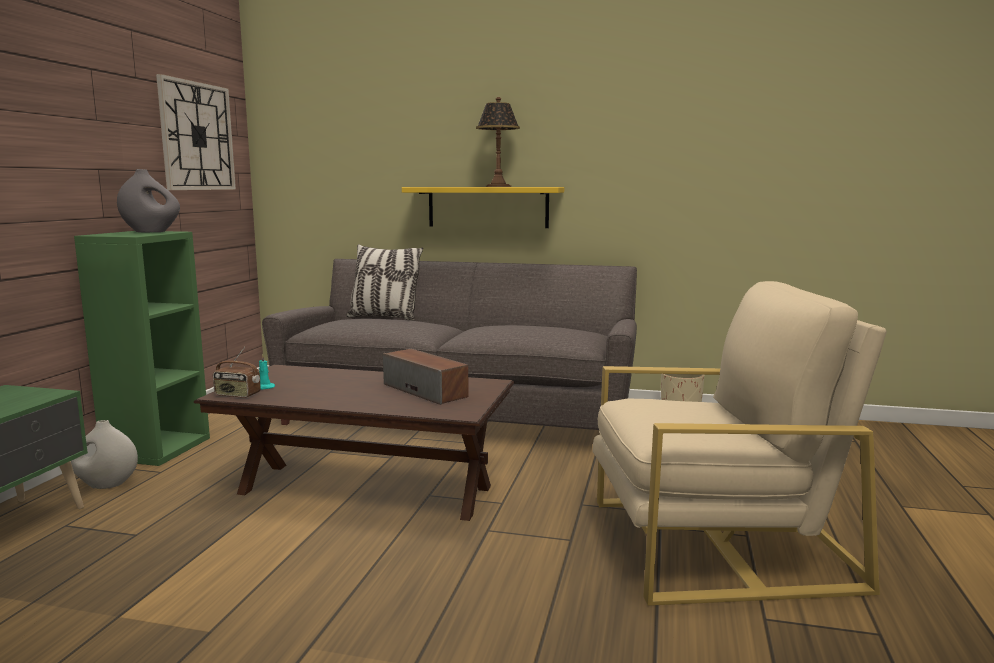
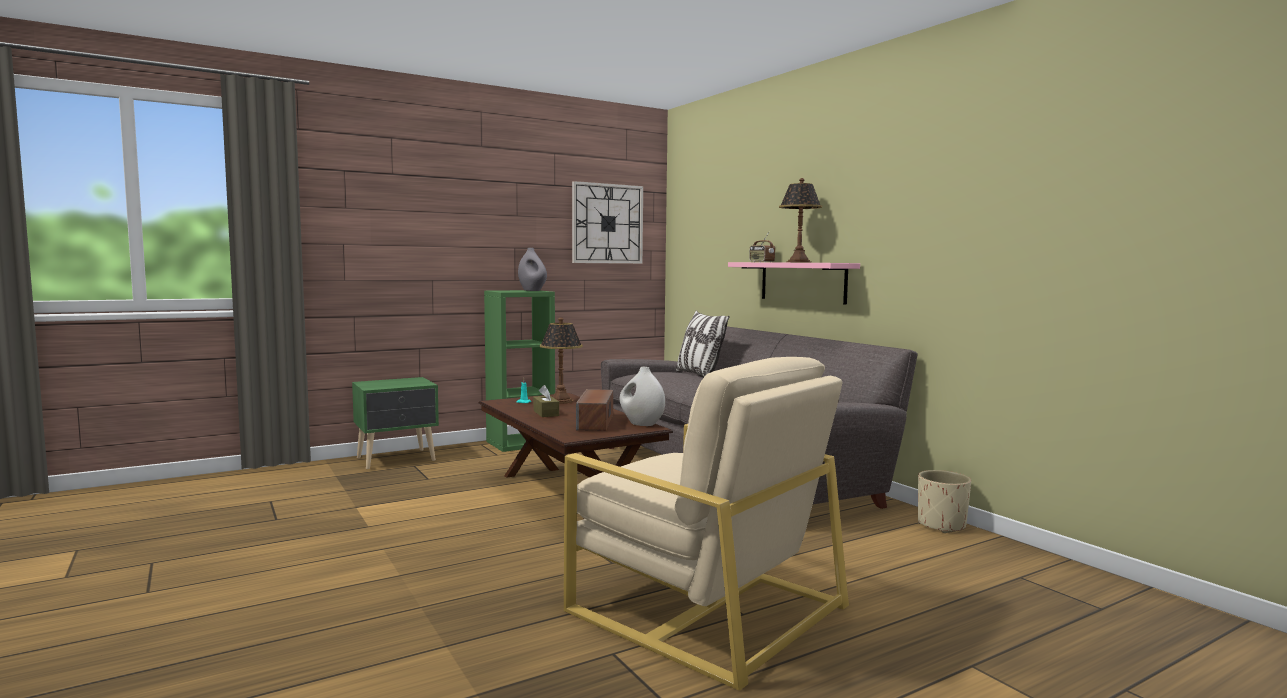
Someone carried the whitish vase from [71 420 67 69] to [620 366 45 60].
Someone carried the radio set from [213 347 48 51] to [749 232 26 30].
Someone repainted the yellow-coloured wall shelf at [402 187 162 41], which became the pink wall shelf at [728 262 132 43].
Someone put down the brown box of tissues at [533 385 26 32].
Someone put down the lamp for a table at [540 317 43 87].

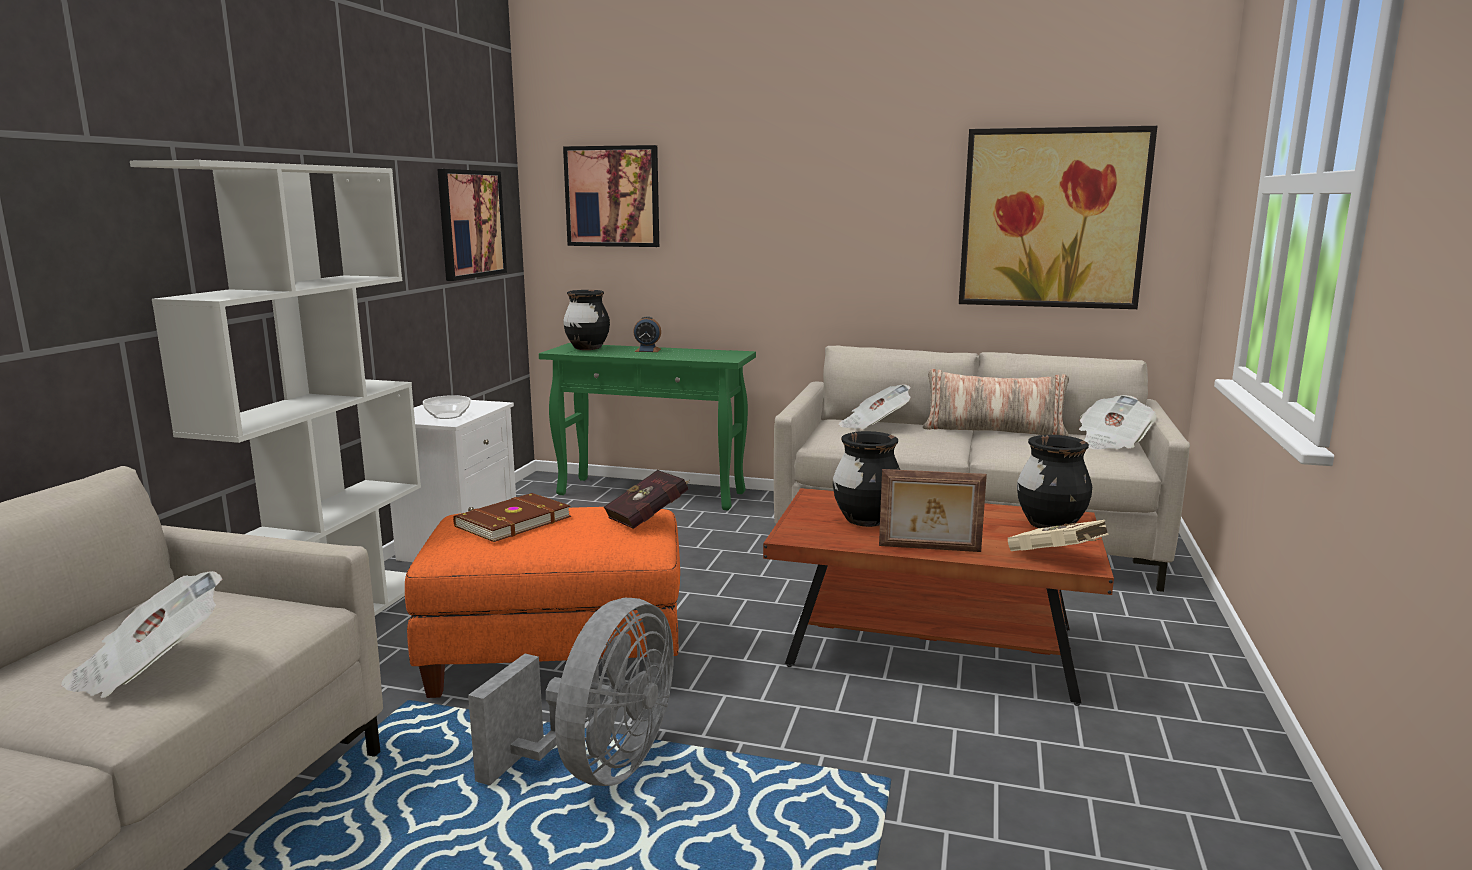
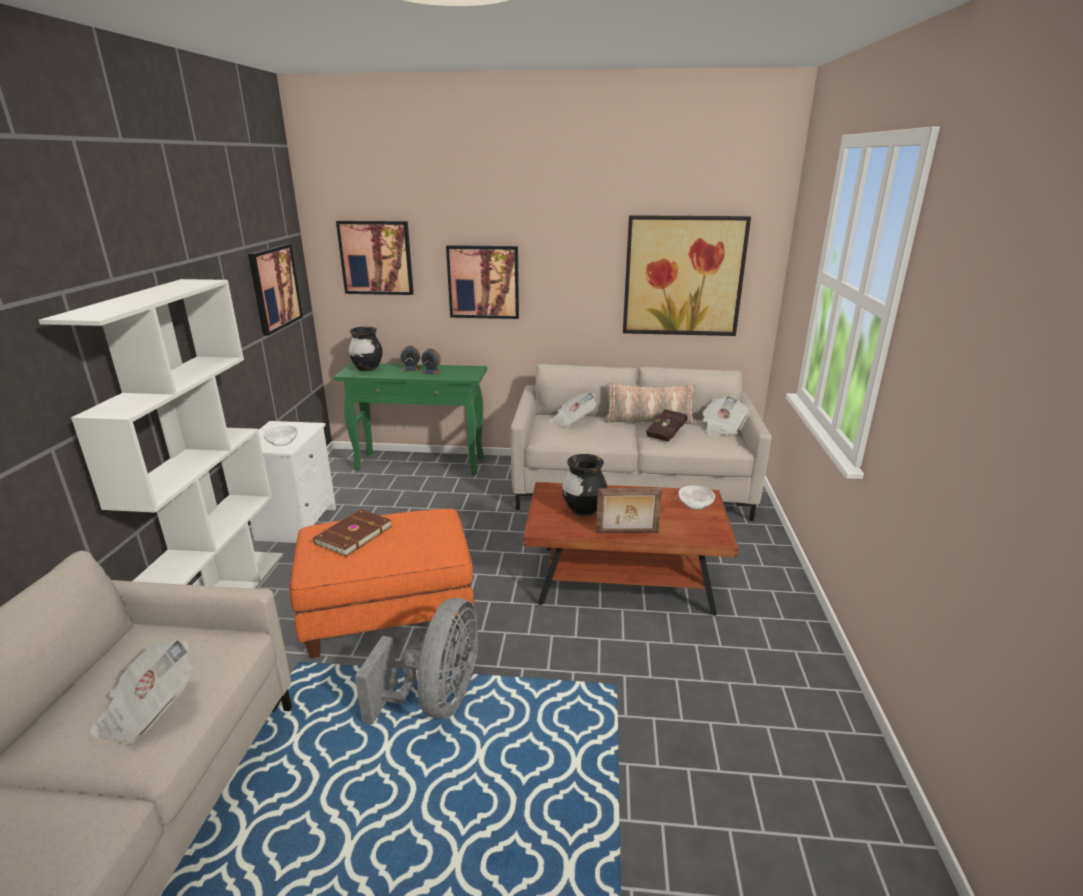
Someone carried the red volume from [604 470 86 59] to [646 409 42 33].
Someone took away the sand-coloured volume at [1008 520 100 31].
Someone swapped the blackish vase at [1017 435 75 93] for the bowl at [679 485 36 25].
Someone put down the alarm clock at [421 348 21 27].
Someone put up the wall art at [446 245 73 74].

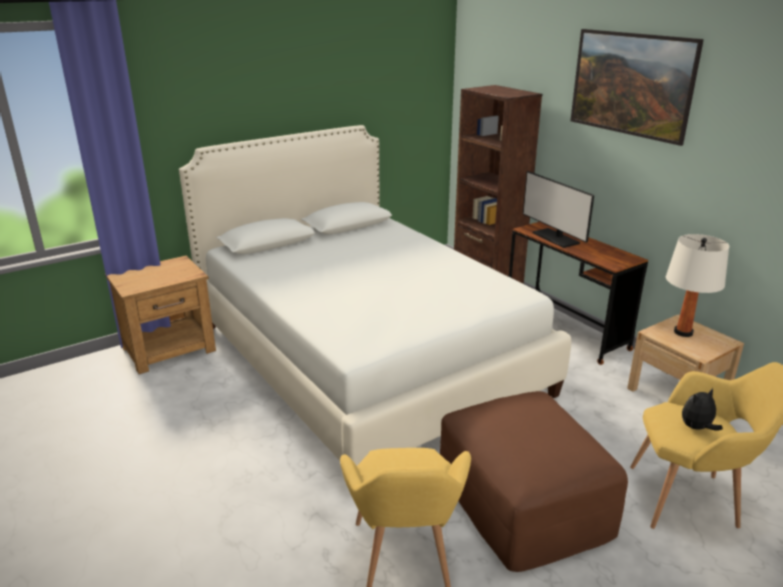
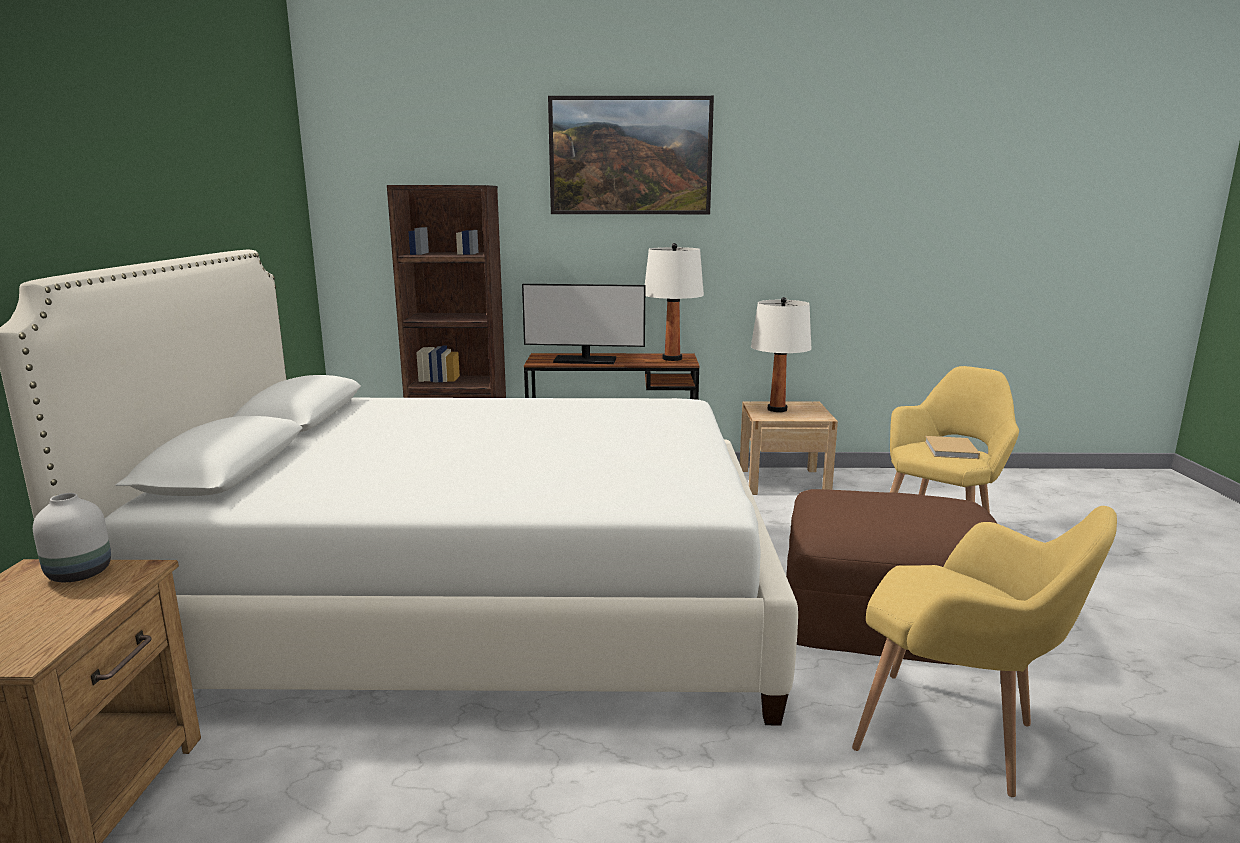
Someone swapped the cuddly toy at [682 388 41 43] for the sand-coloured volume at [925 436 55 23].
Someone put down the whitish vase at [33 493 78 89].
Someone put down the whitish lamp for a table at [645 243 59 118].

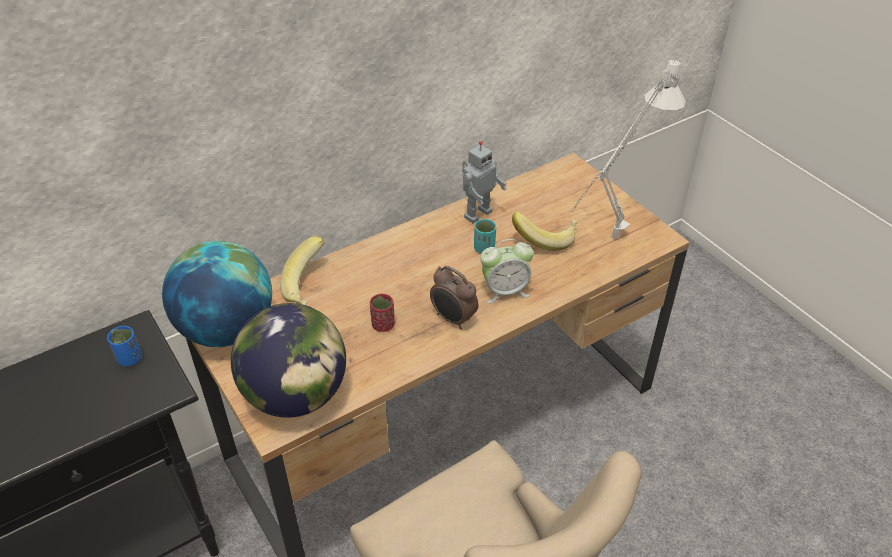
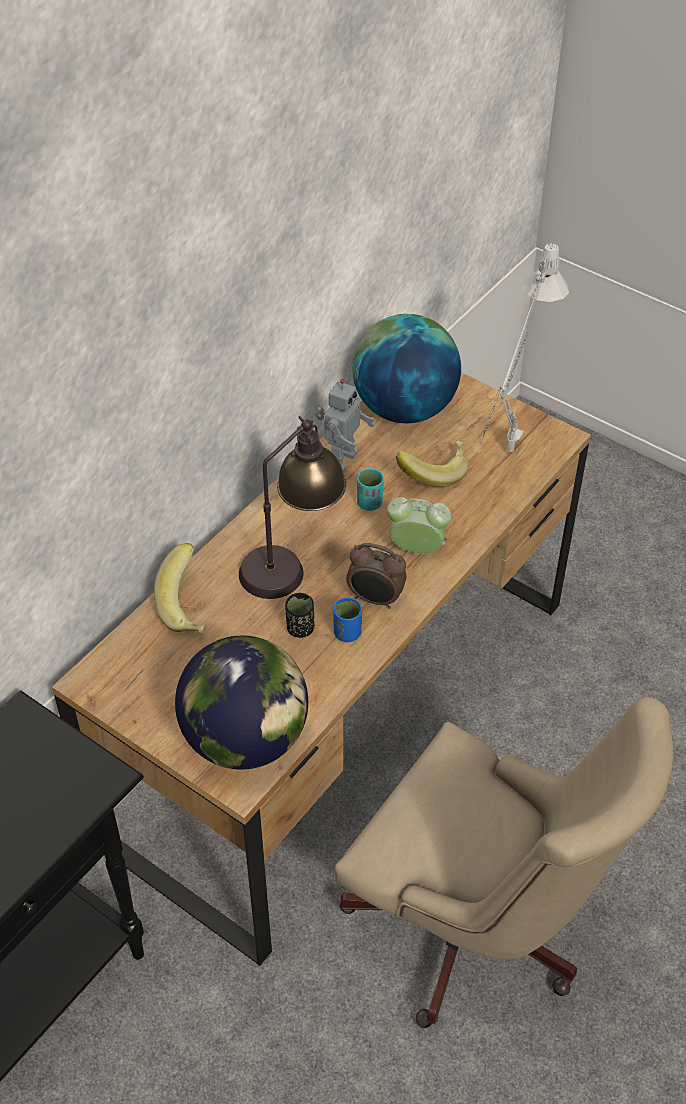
Someone carried the bluish drinking cup from [107 326 35 40] to [333 598 29 44].
Someone carried the globe from [162 241 110 106] to [352 314 109 109].
Someone repainted the red drinking cup at [369 294 26 38], which became the blackish drinking cup at [285 593 29 45].
Someone rotated the alarm clock at [480 239 54 64] by 135 degrees counterclockwise.
Someone put down the lamp for a table at [239 416 107 183].

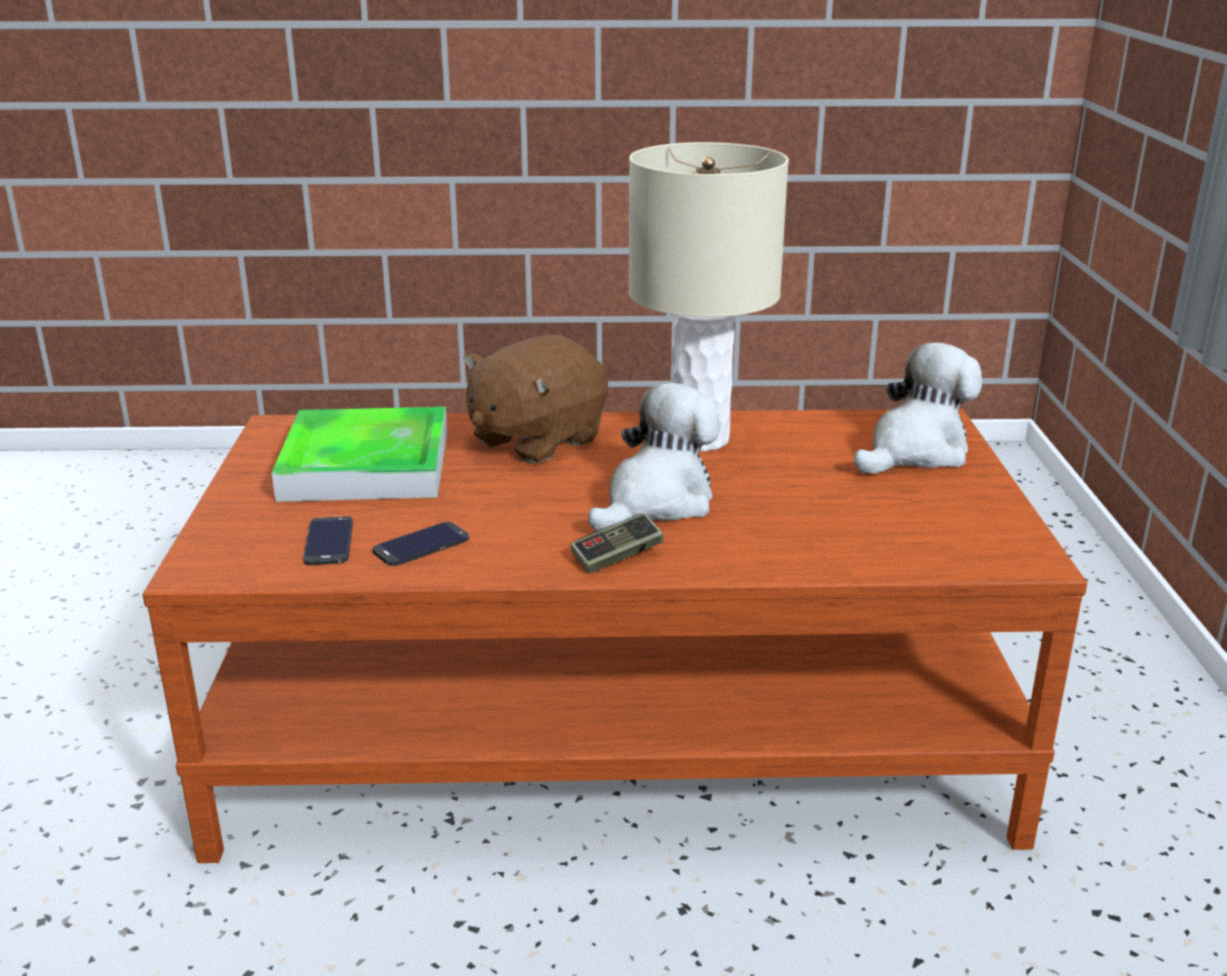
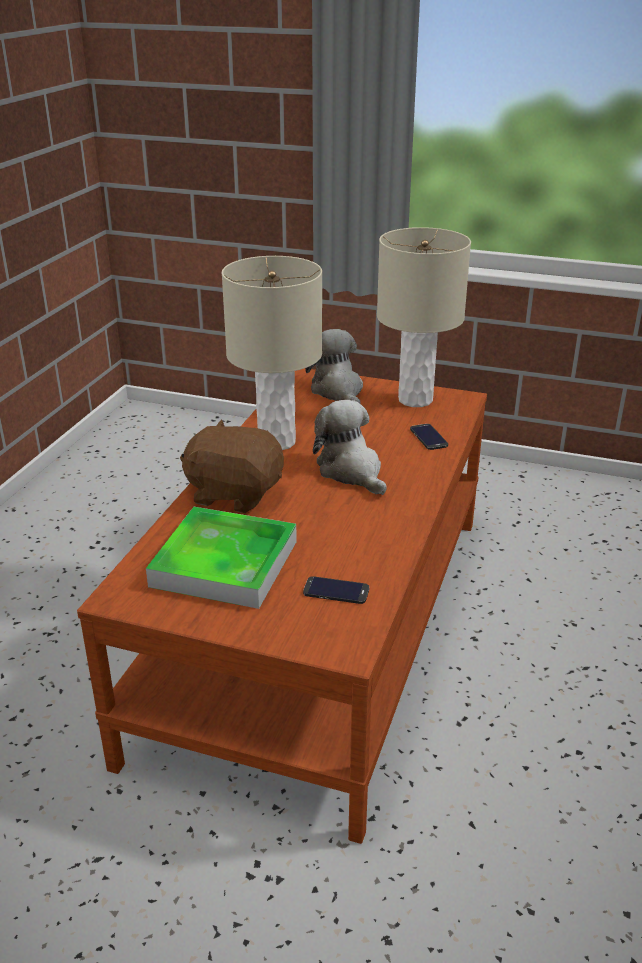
Someone carried the handset from [373 522 96 44] to [410 424 38 26].
Someone rotated the brown cuddly toy at [463 334 145 130] by 135 degrees clockwise.
Someone took away the joypad at [571 513 93 61].
Someone put down the sand-coloured lamp for a table at [377 227 94 180].

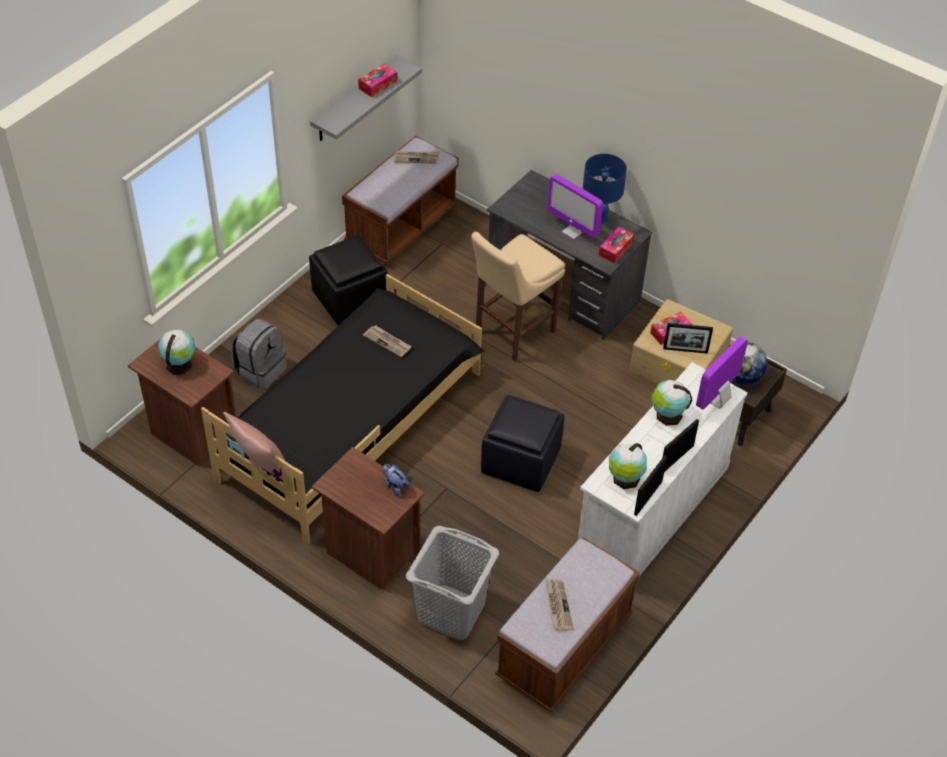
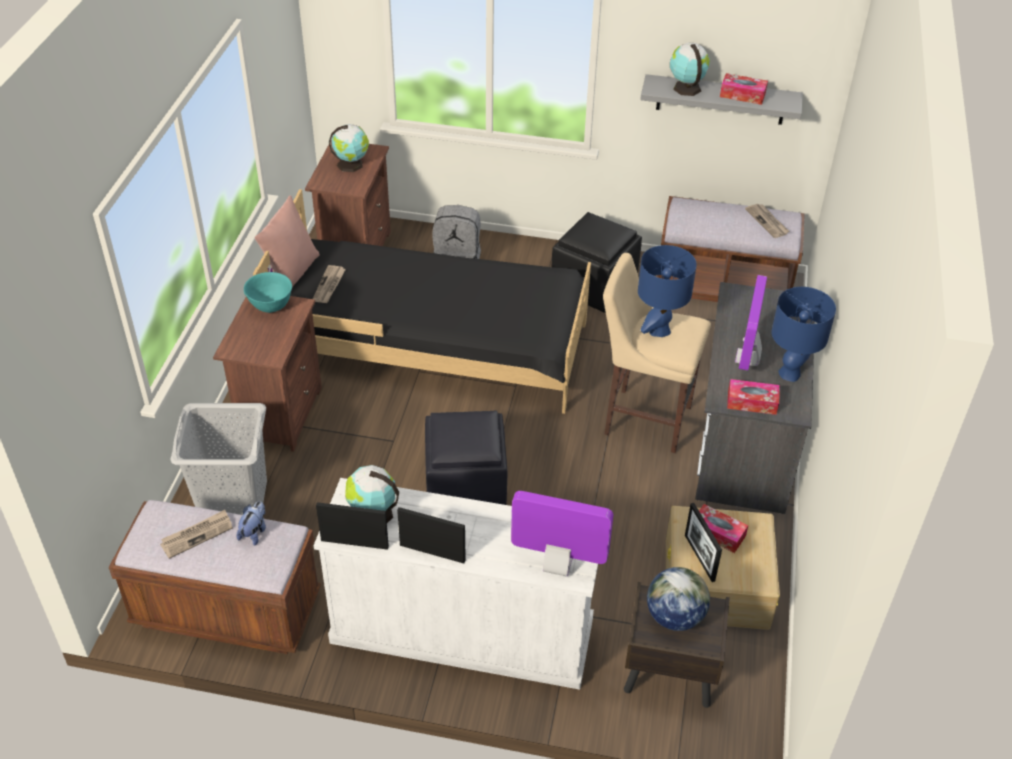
Someone carried the daily paper from [363 325 49 32] to [313 265 33 38].
Someone carried the cuddly toy from [383 464 27 33] to [237 501 29 45].
Someone carried the globe from [651 380 41 46] to [670 43 40 53].
Someone put down the turquoise bowl at [244 272 48 41].
Someone put down the bluish lamp for a table at [638 245 59 92].

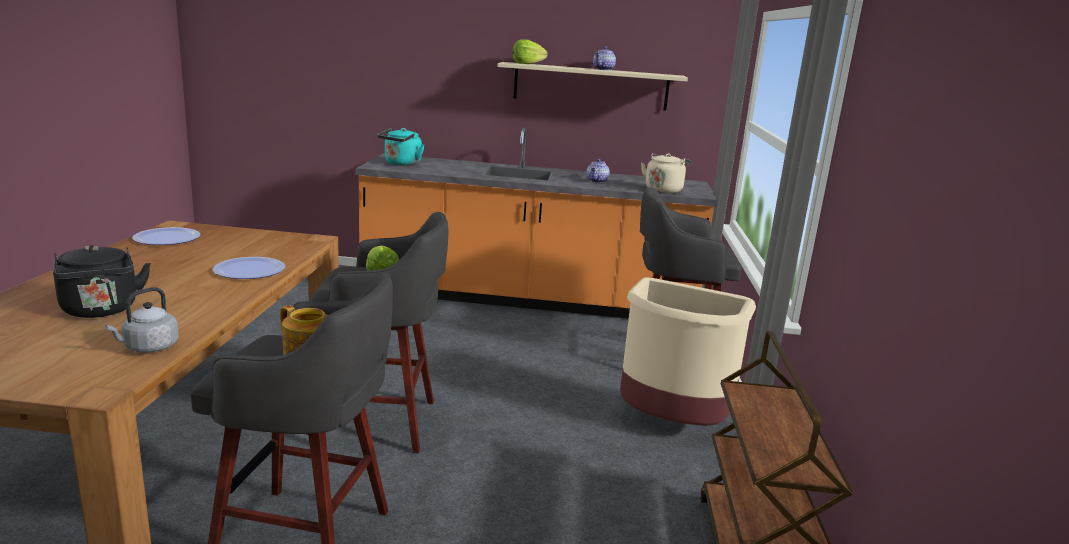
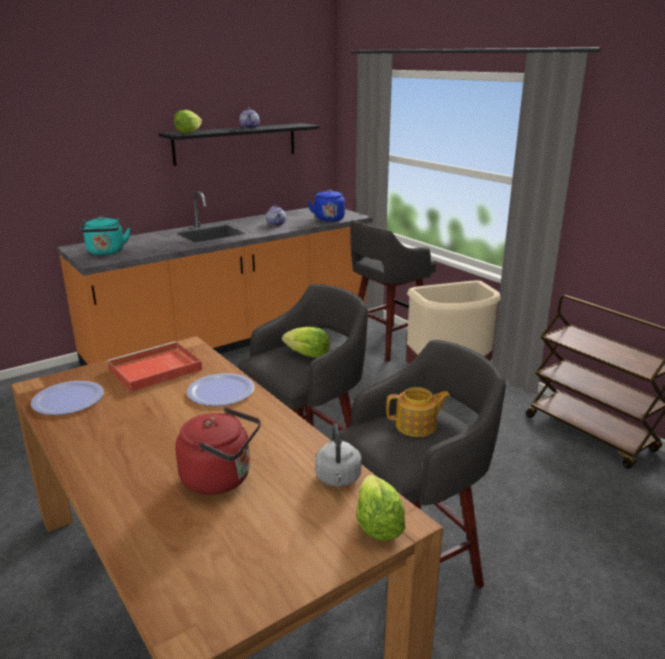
Someone repainted the blackish tea kettle at [53 245 98 73], which became the red tea kettle at [175 407 86 88].
Someone repainted the sand-coloured wall shelf at [498 62 190 49], which became the blackish wall shelf at [159 123 160 43].
Someone repainted the sand-coloured tea kettle at [641 153 51 40], which became the bluish tea kettle at [308 189 37 33].
Someone put down the red tray at [107 341 95 51].
Someone put down the lettuce head at [357 475 49 66].

